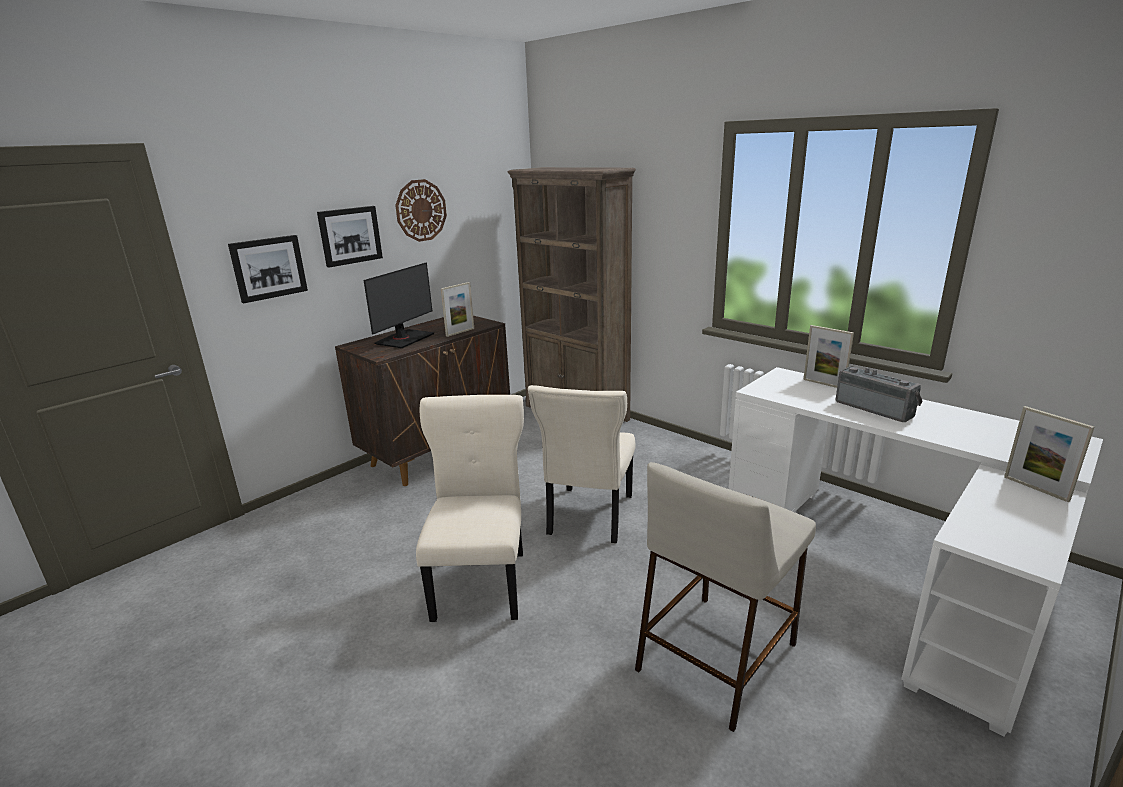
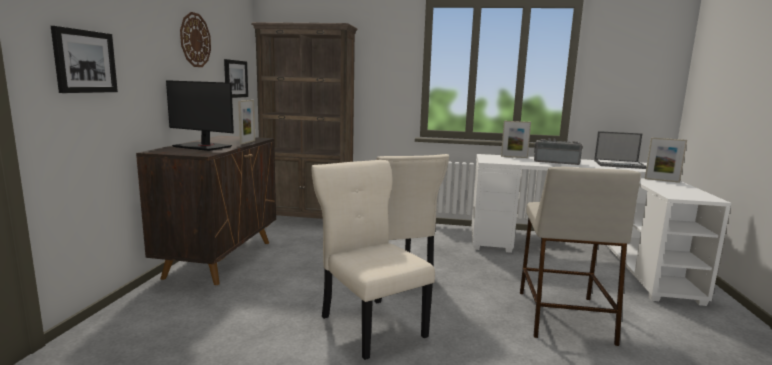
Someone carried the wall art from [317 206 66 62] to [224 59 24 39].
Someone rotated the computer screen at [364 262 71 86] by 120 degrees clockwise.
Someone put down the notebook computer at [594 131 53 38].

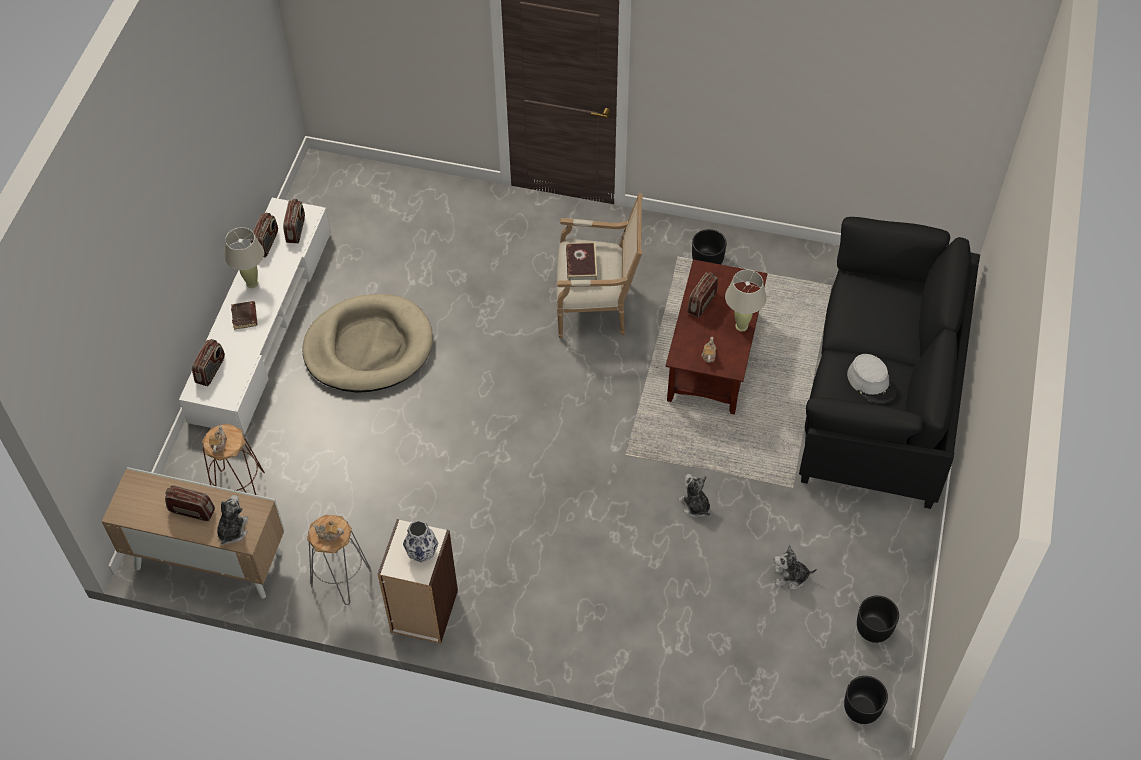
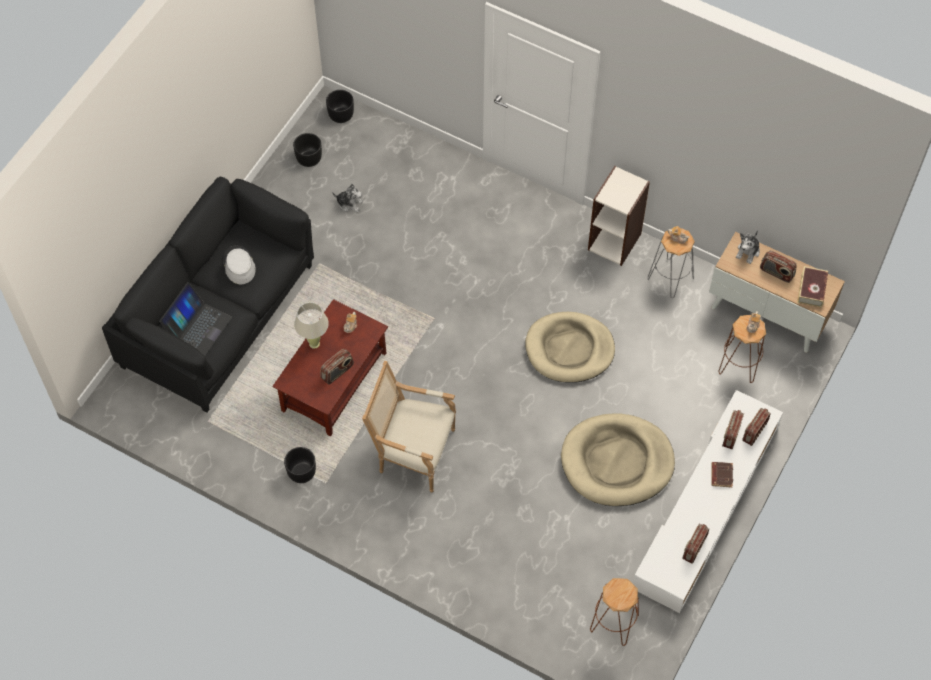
Someone took away the sand-coloured lamp for a table at [224 227 40 61].
Someone carried the radio set from [283 199 22 44] to [722 410 22 40].
Someone took away the vase at [403 520 35 43].
Someone carried the volume from [566 242 31 38] to [797 266 31 41].
Someone took away the cuddly toy at [678 474 33 43].
Someone put down the notebook computer at [160 282 72 74].
Someone put down the sand-coloured dog cushion at [525 312 90 71].
Someone put down the brown stool at [590 578 49 68].

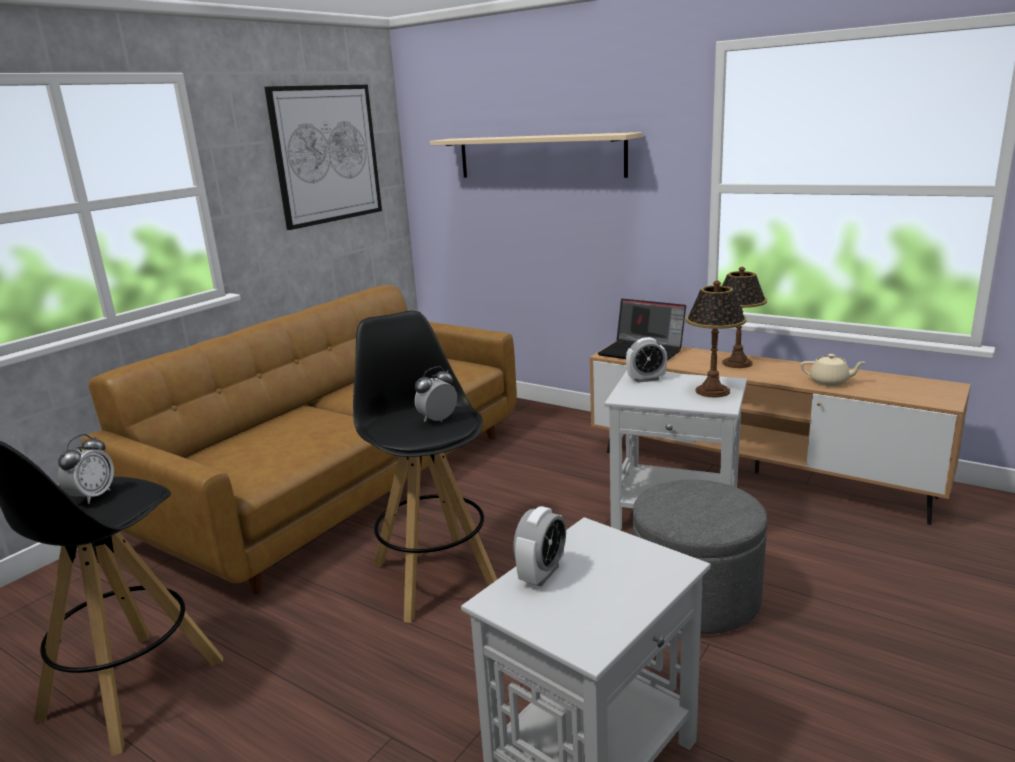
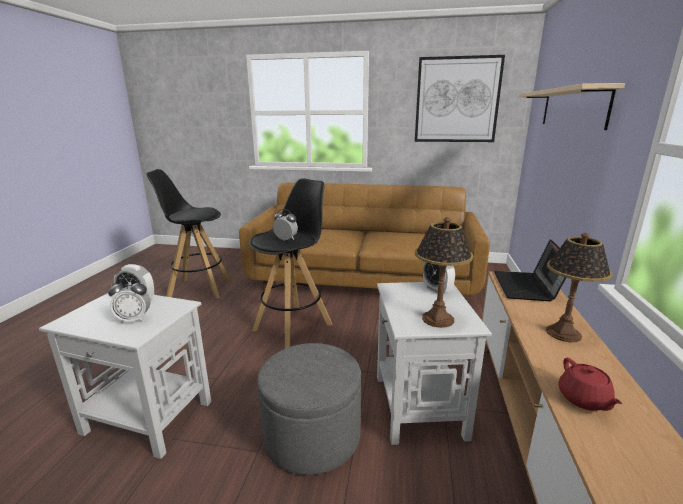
Someone carried the alarm clock from [58 434 56 70] to [108 278 42 45].
Someone repainted the sand-coloured teapot at [800 354 66 32], which became the red teapot at [559 358 63 53].

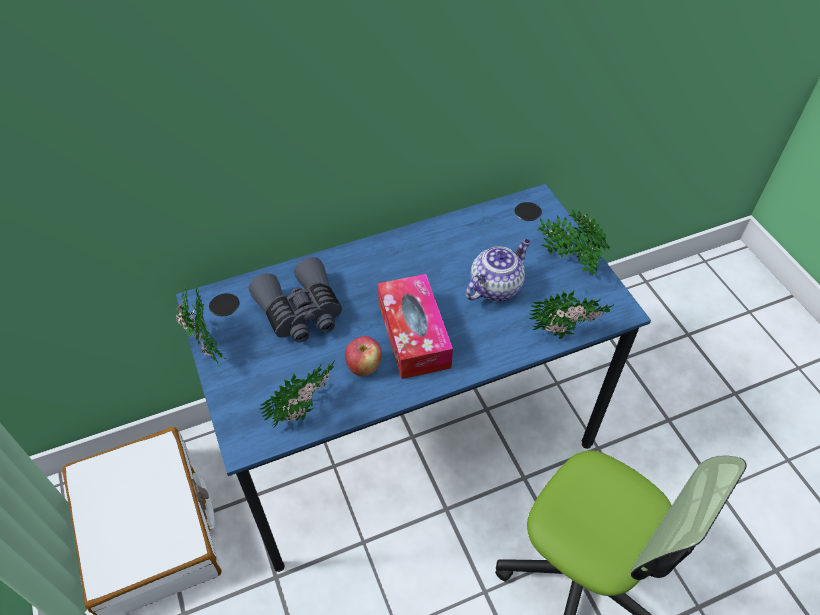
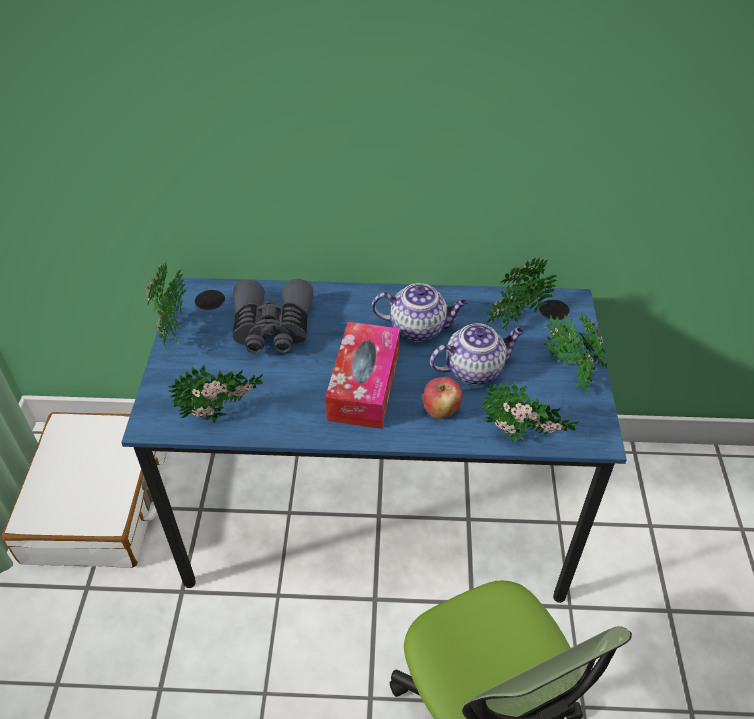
Someone carried the apple fruit from [345 336 37 40] to [423 377 40 42].
Someone put down the teapot at [372 283 96 59].
Someone put down the plant in a pot at [487 258 70 73].

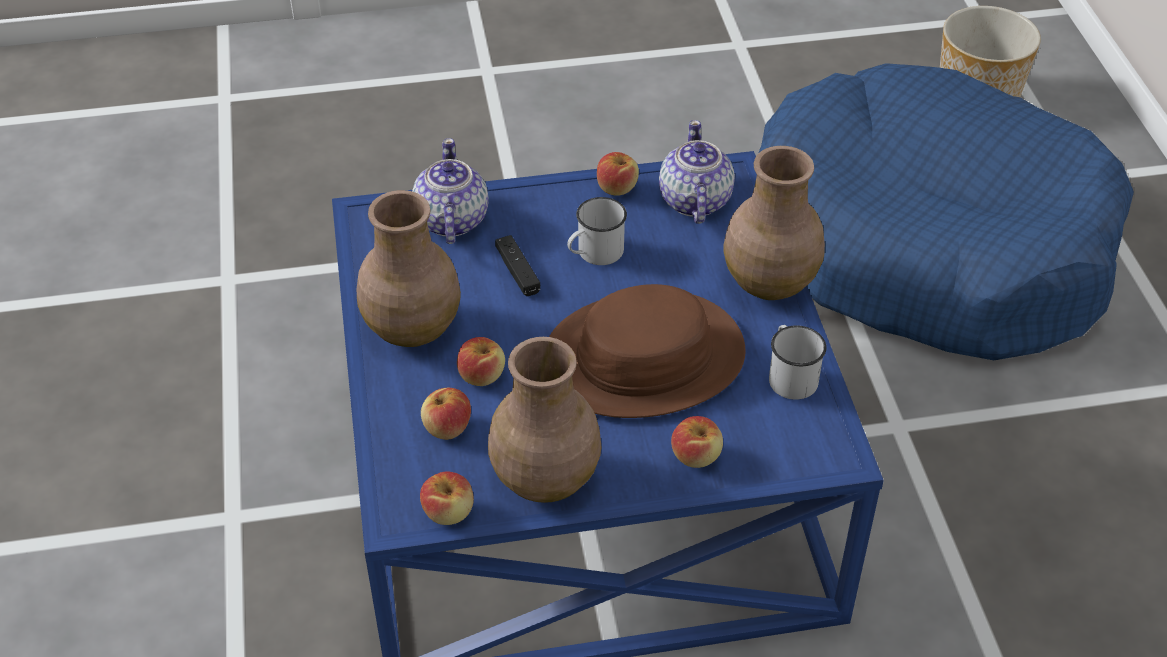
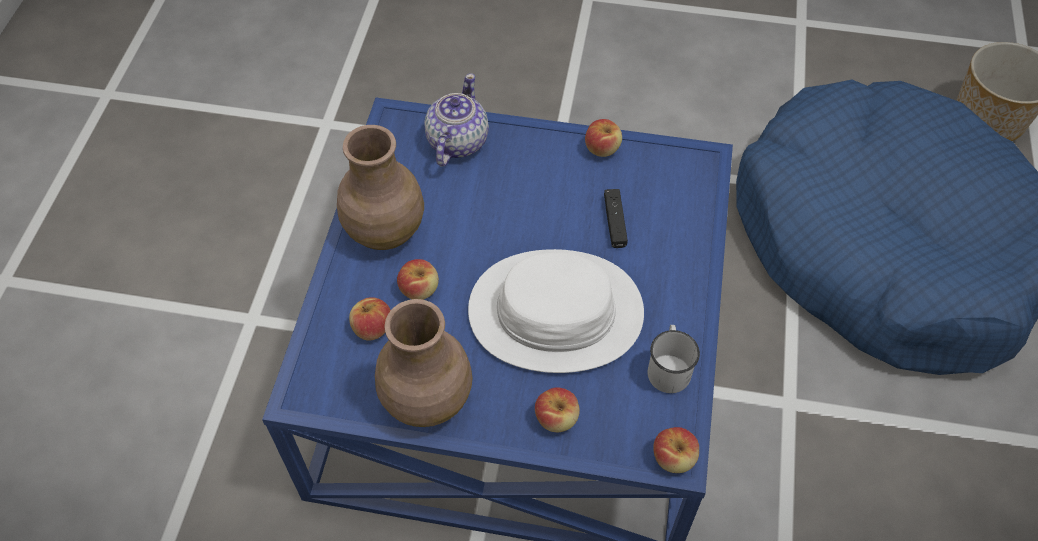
Someone carried the apple fruit from [420 471 54 54] to [653 427 46 46].
Someone carried the blackish joypad from [495 235 45 61] to [604 189 24 59].
Someone repainted the brown clothing hat at [549 284 196 134], which became the whitish clothing hat at [468 249 176 124].
Someone took away the whitish tea mug at [567 197 60 68].
Someone took away the teapot at [659 120 76 104].
Someone took away the brown vase at [723 146 102 154].

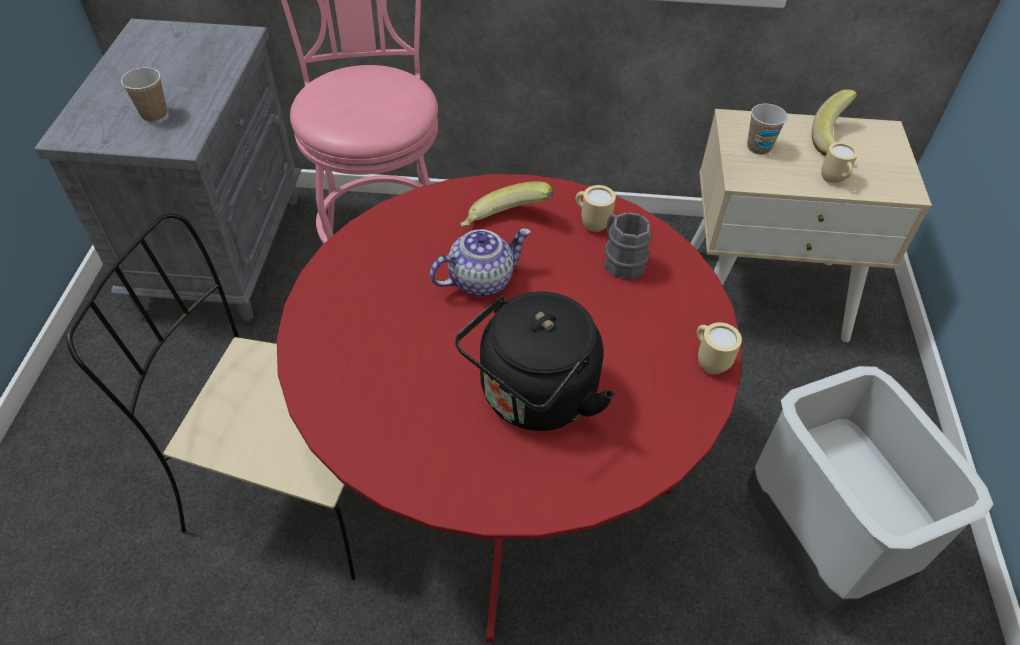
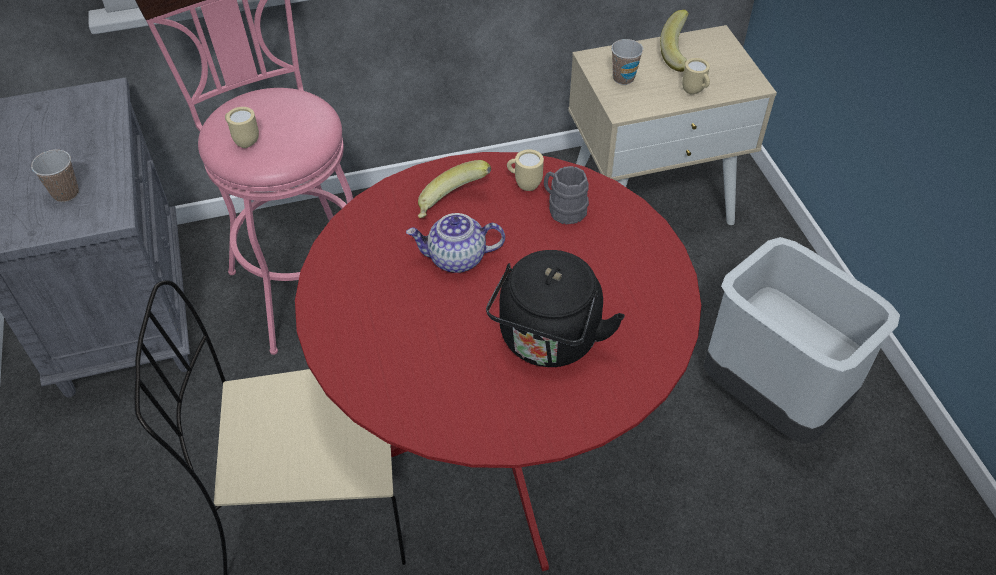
Someone rotated the teapot at [430 228 101 68] by 135 degrees counterclockwise.
Someone carried the sand-coloured tea mug from [697 322 45 53] to [225 107 34 41].

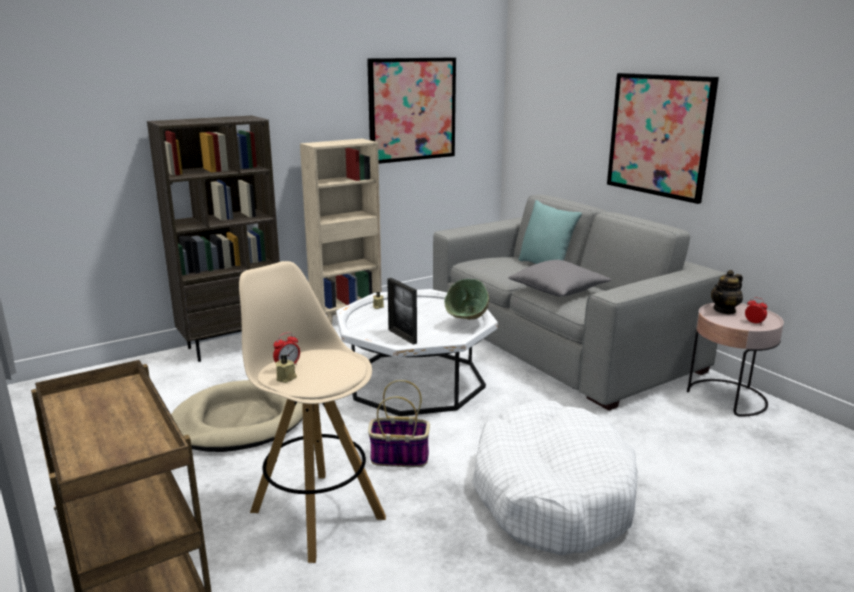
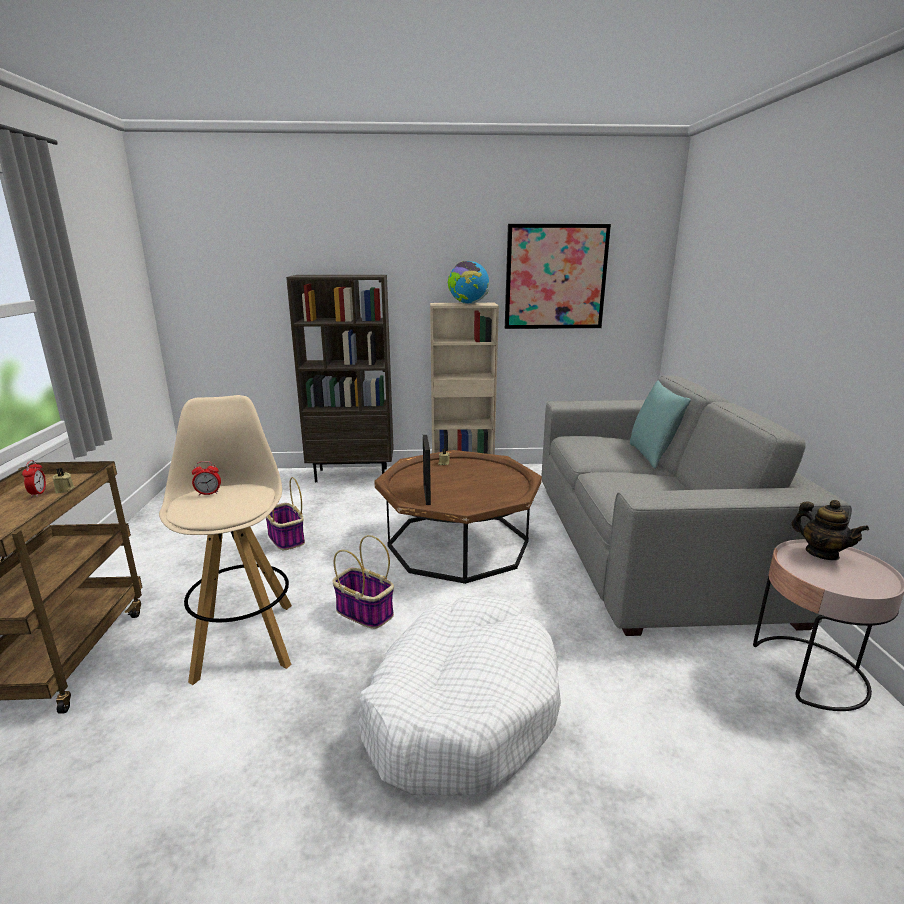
Someone swapped the sand-coloured dog cushion at [171 380 132 72] for the household basket at [266 477 39 73].
Someone carried the sand-coloured wax candle from [276 354 21 29] to [52 468 23 25].
Someone repainted the whitish lounge table at [336 289 162 127], which became the brown lounge table at [374 450 168 134].
Someone took away the green-coloured bowl at [444 278 45 42].
Someone took away the greyish pillow at [508 260 103 36].
Someone took away the wall art at [607 73 112 131].
Someone rotated the teapot at [711 270 32 44] by 120 degrees counterclockwise.
Someone carried the alarm clock from [745 297 22 28] to [22 460 24 37].
Someone put down the globe at [447 261 42 43].

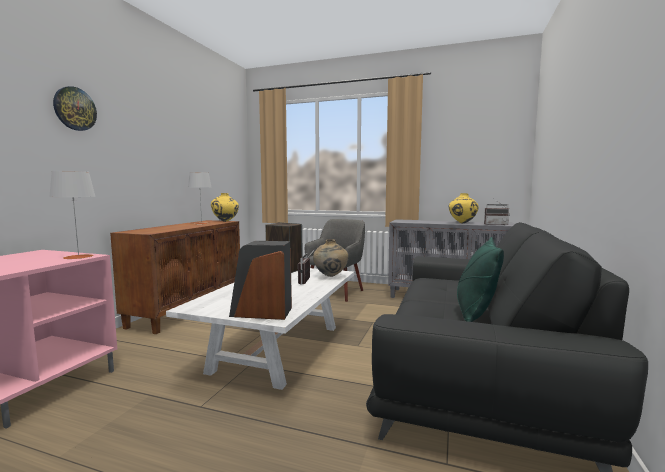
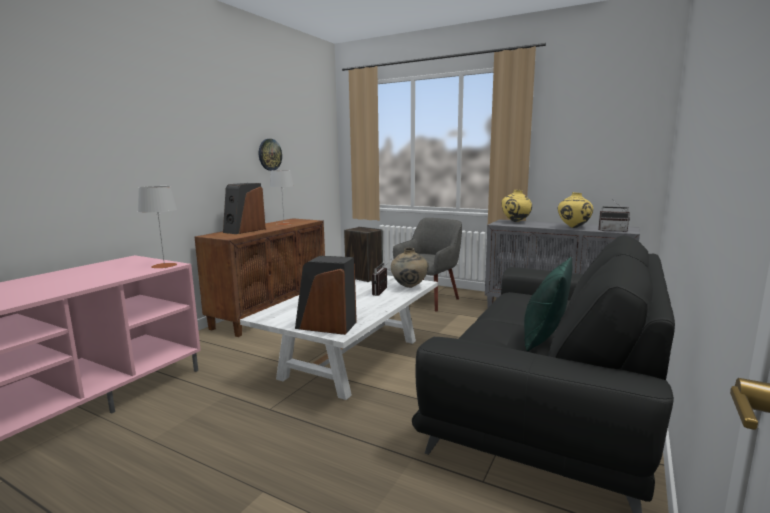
Someone carried the clock on the wall from [53 86 44 45] to [259 139 23 32].
Someone carried the yellow-coloured vase from [211 193 28 29] to [501 190 31 32].
Someone put down the audio speaker at [223 183 43 51].

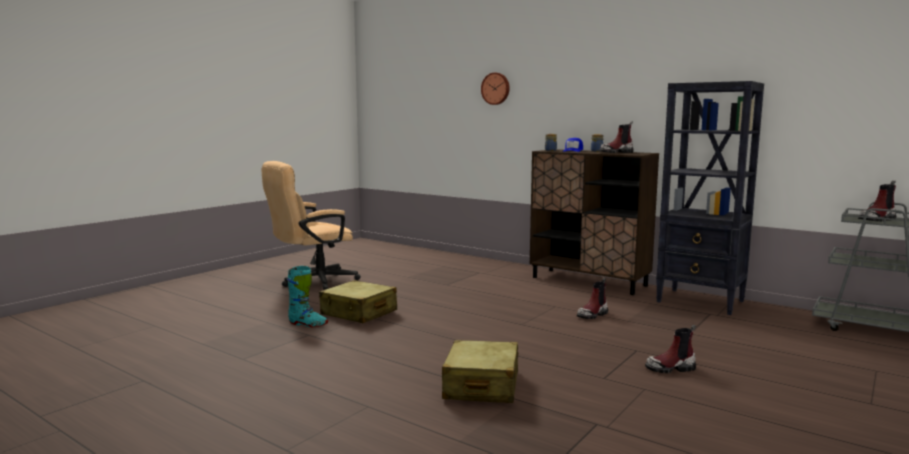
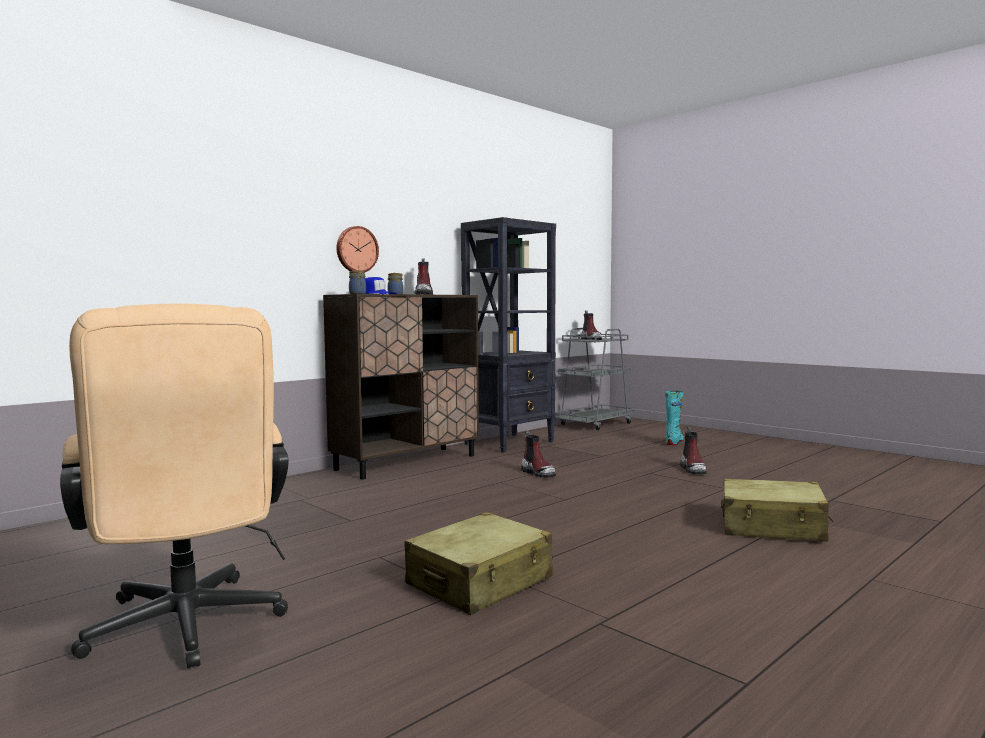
Someone carried the turquoise high-top boot from [287 266 41 61] to [665 391 19 54].
Someone carried the clock on the wall from [481 73 29 32] to [336 226 43 46].

